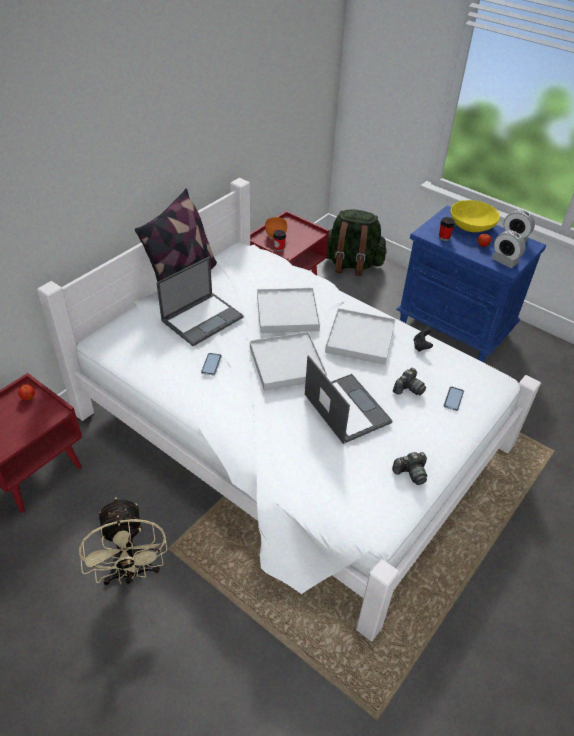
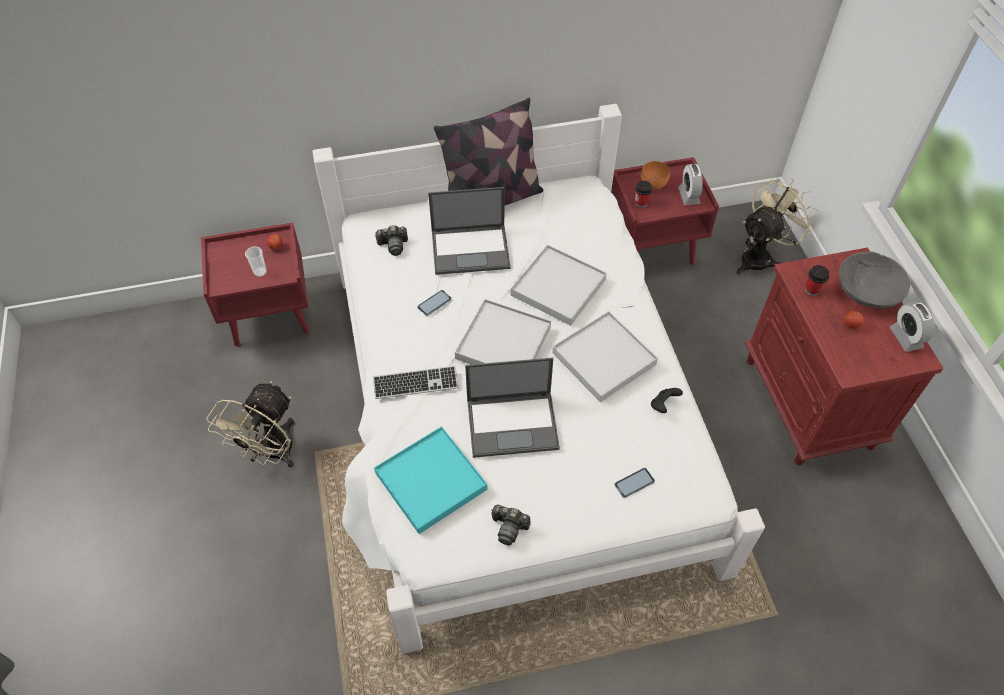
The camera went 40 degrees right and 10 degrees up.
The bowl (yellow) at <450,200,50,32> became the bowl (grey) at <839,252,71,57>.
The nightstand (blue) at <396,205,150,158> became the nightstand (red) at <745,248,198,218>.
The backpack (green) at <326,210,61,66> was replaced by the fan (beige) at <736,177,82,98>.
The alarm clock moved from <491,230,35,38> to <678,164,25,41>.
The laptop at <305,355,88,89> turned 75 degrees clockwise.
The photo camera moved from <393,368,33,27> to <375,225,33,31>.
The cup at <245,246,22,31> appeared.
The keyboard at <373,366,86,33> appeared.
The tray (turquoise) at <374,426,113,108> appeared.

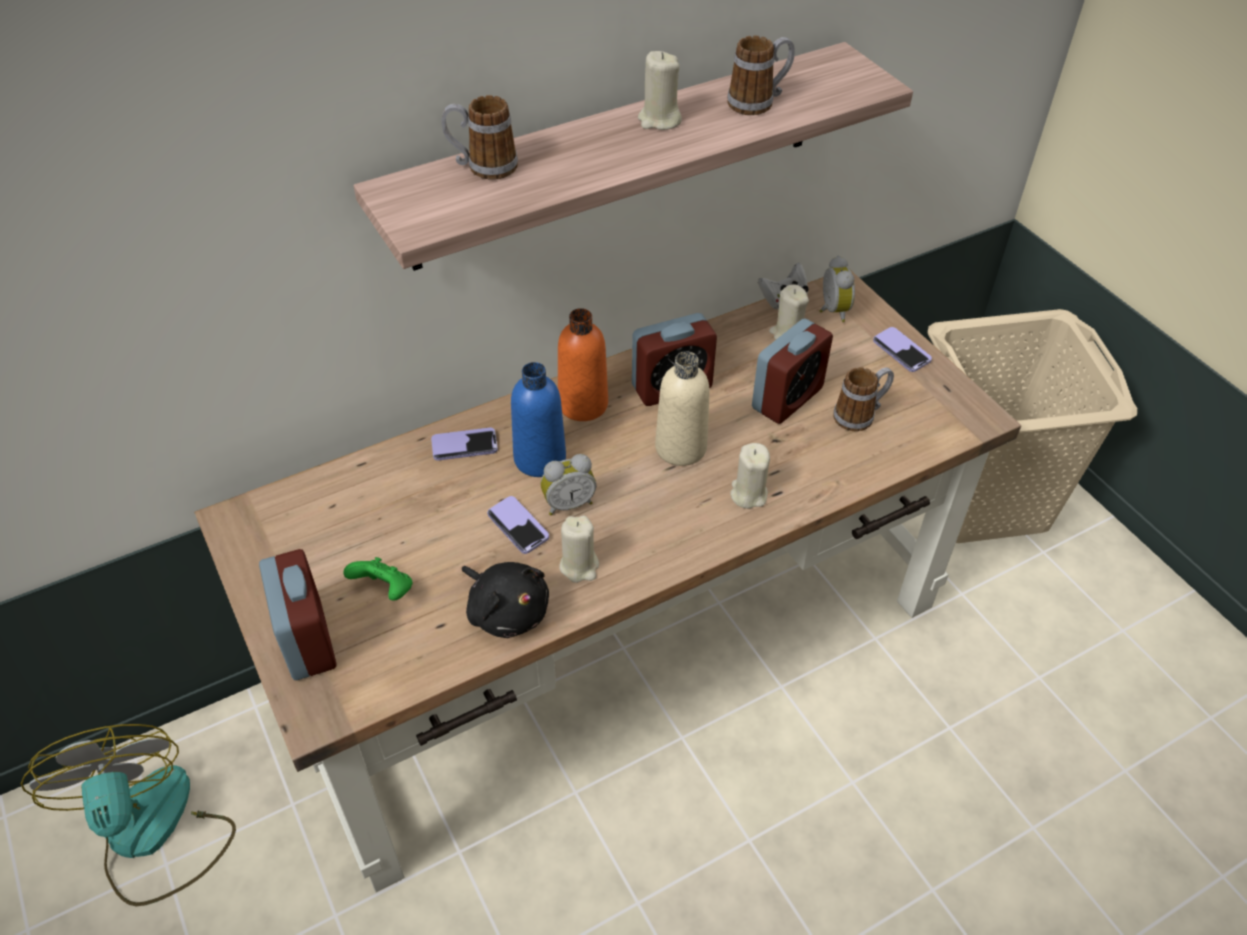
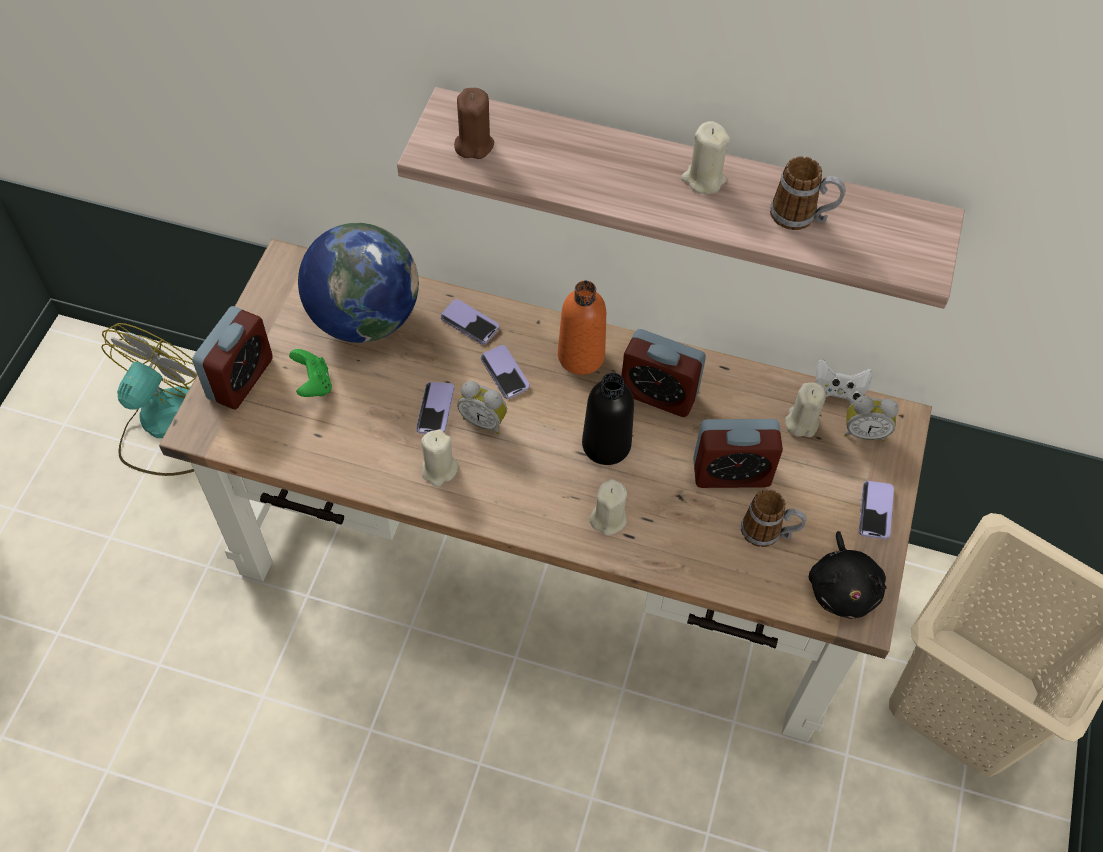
The camera went 45 degrees right and 10 degrees up.
The mug at <441,95,77,85> disappeared.
The alarm clock at <820,256,35,66> turned 60 degrees clockwise.
The bottle (beige) at <655,351,55,115> became the bottle (black) at <582,372,52,93>.
The bottle (blue) at <511,362,55,115> was replaced by the phone at <481,345,49,54>.
The plush toy (black) moved from <462,562,87,76> to <809,531,77,88>.
The candle (brown) at <454,88,40,71> appeared.
The globe at <298,223,121,120> appeared.

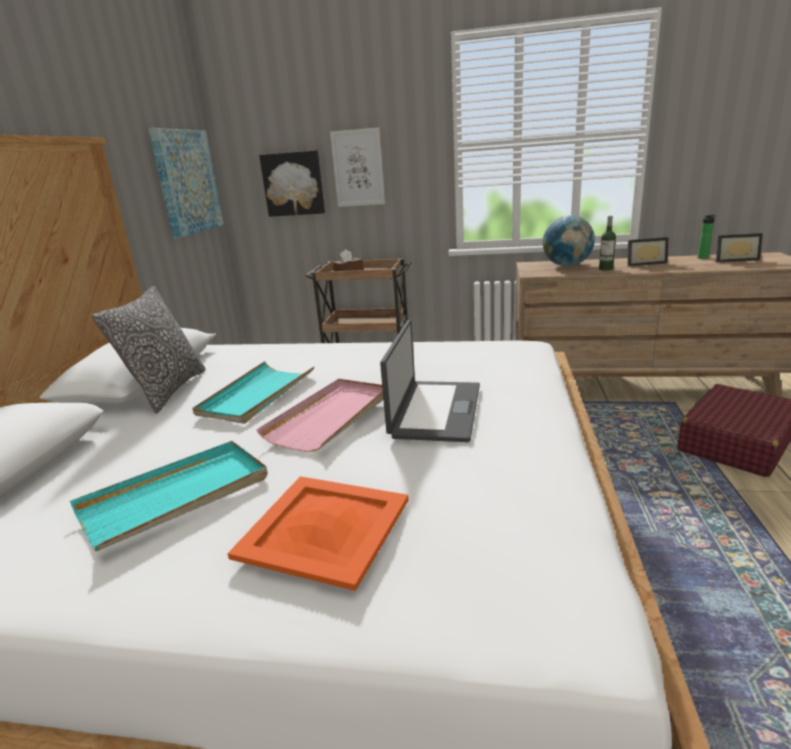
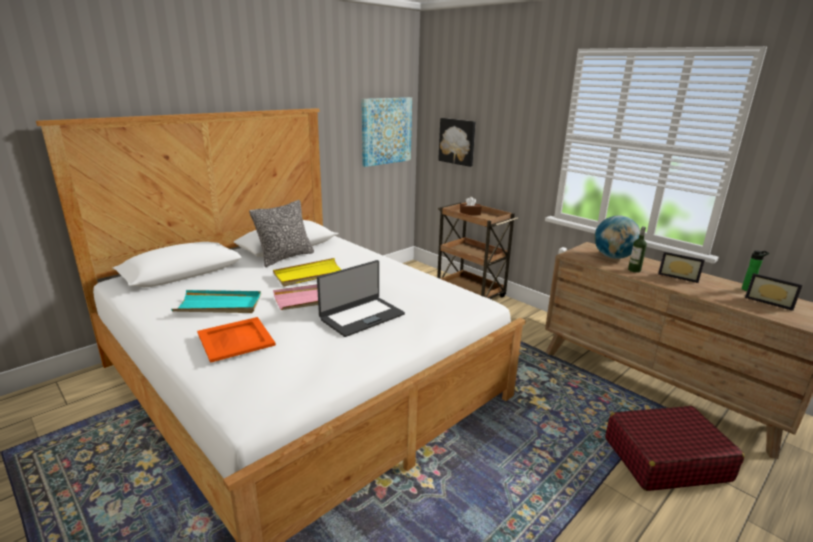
The camera went 35 degrees right and 0 degrees up.
The picture at <330,128,55,79> disappeared.
The tray (turquoise) at <192,361,122,63> became the tray (yellow) at <273,258,68,29>.

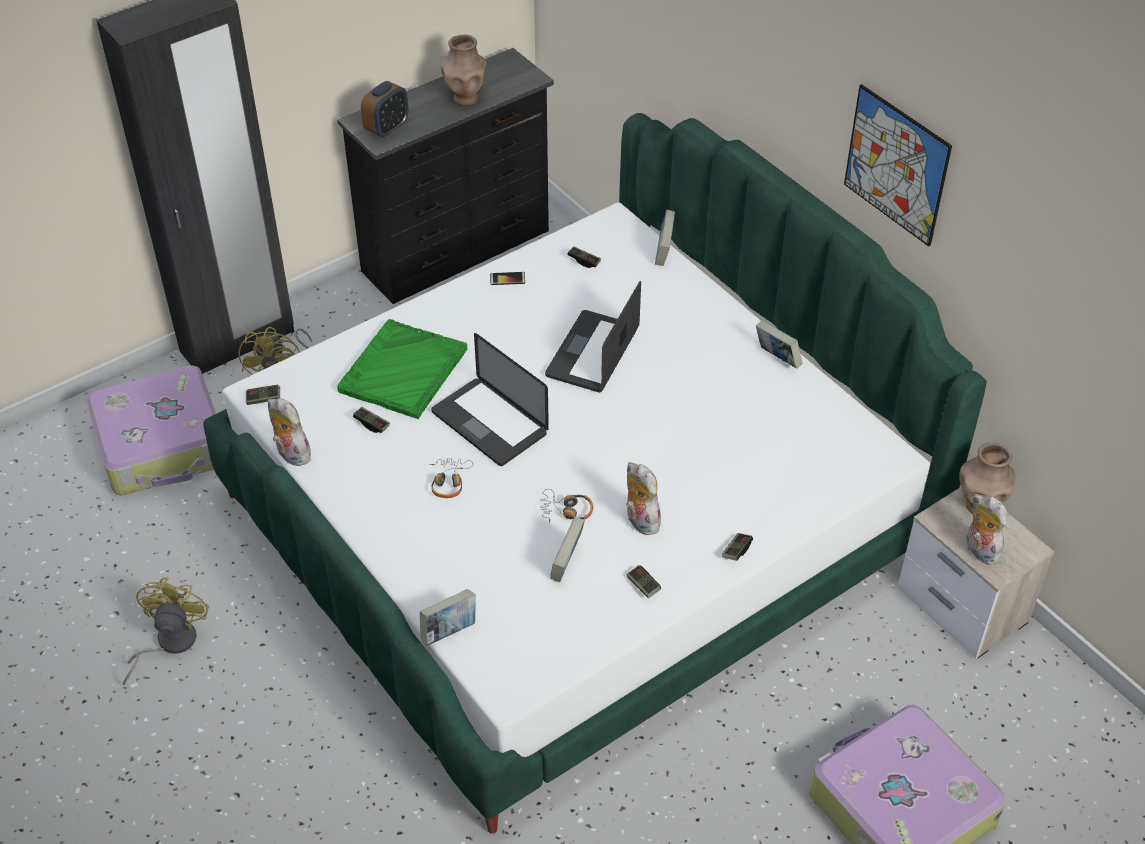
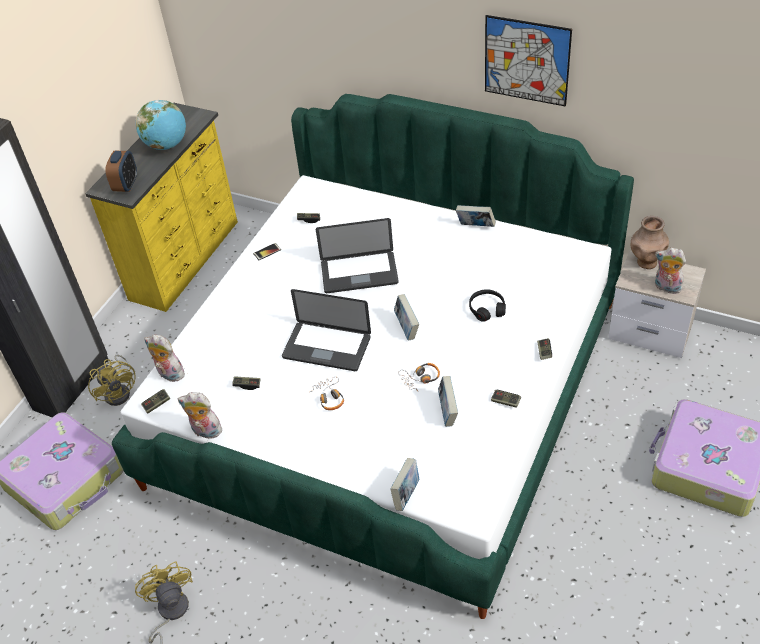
The camera went 25 degrees left and 0 degrees up.
The vase (brown) at <441,34,46,72> was replaced by the globe at <136,100,50,50>.
The dresser (black) at <337,48,217,256> became the dresser (yellow) at <85,103,153,209>.
The book moved from <655,210,20,56> to <394,294,25,46>.
The laptop at <545,281,96,112> turned 90 degrees counterclockwise.
The tray (green) at <337,319,130,100> disappeared.
The plush toy moved from <626,462,35,73> to <144,335,43,47>.
The headphones (black) at <469,289,37,33> appeared.

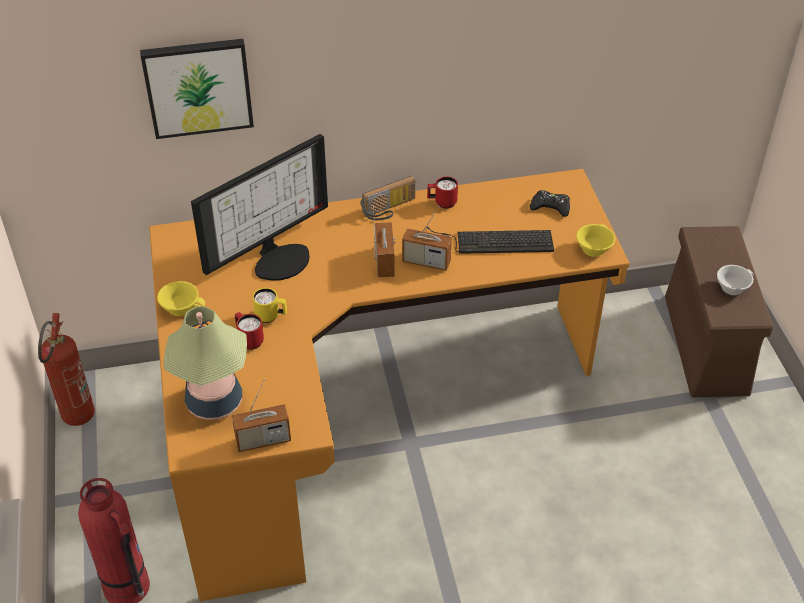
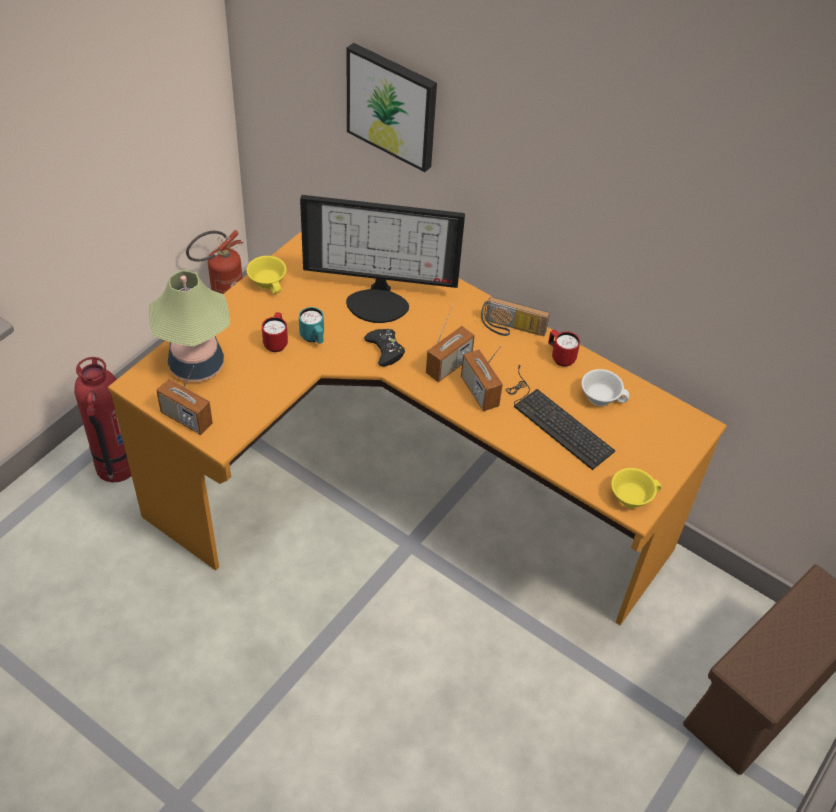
The camera went 45 degrees right and 5 degrees up.
The game controller (black) moved from <530,190,40,27> to <364,329,41,38>.
The cup (white) moved from <717,265,36,30> to <581,369,48,37>.
The mug (yellow) at <252,288,35,35> became the mug (turquoise) at <299,307,25,37>.

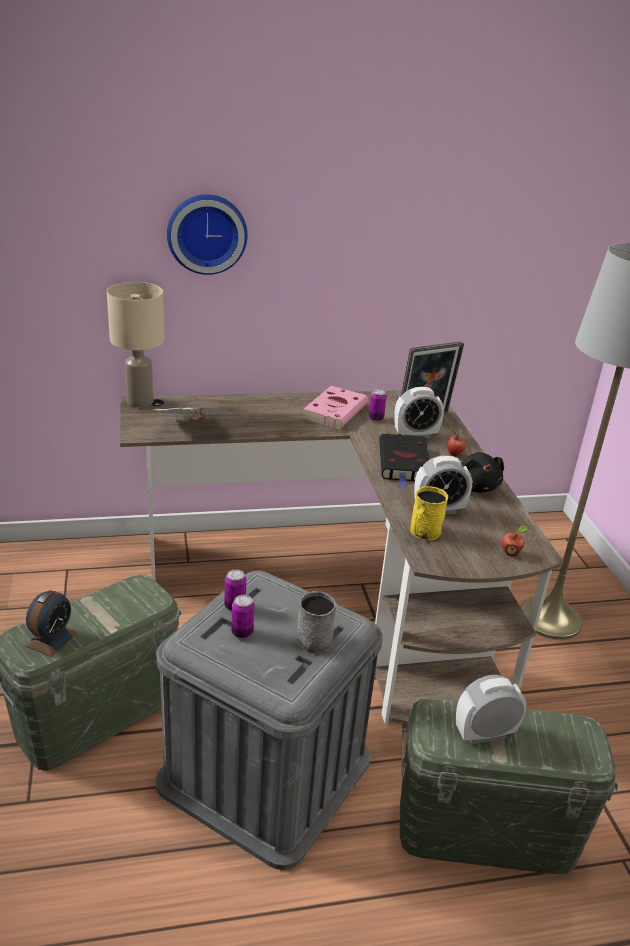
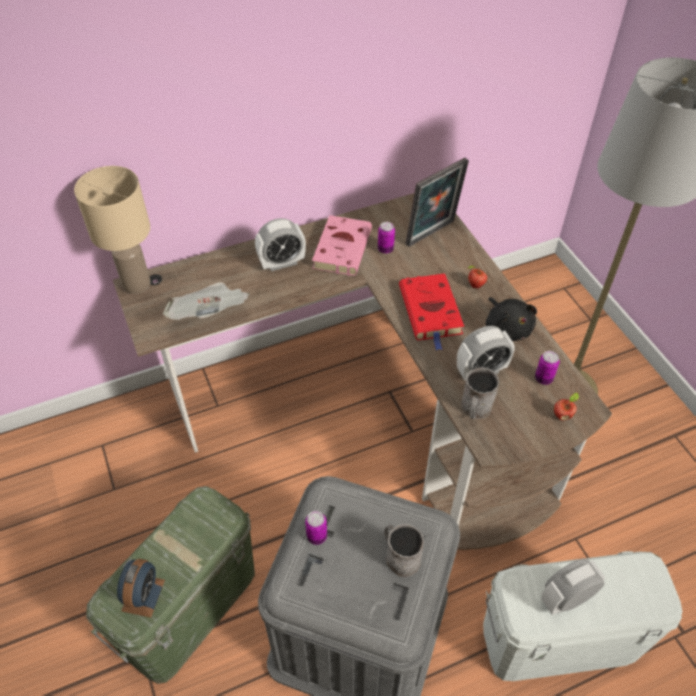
The camera went 10 degrees left and 20 degrees up.
The wall clock at <167,194,80,81> disappeared.
The alarm clock moved from <394,387,50,51> to <255,218,51,53>.
The book (black) at <379,433,50,56> became the book (red) at <399,273,65,78>.
The mug (yellow) at <410,486,38,54> became the mug (grey) at <461,367,38,52>.
The can moved from <231,595,23,43> to <535,351,25,34>.
The storage box (green) at <400,699,218,175> became the storage box (white) at <483,551,200,130>.

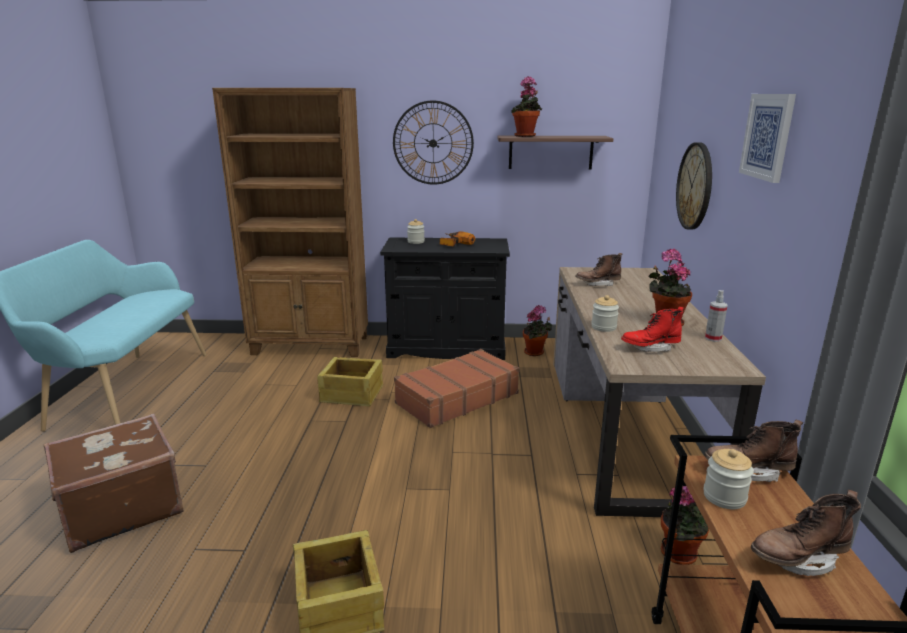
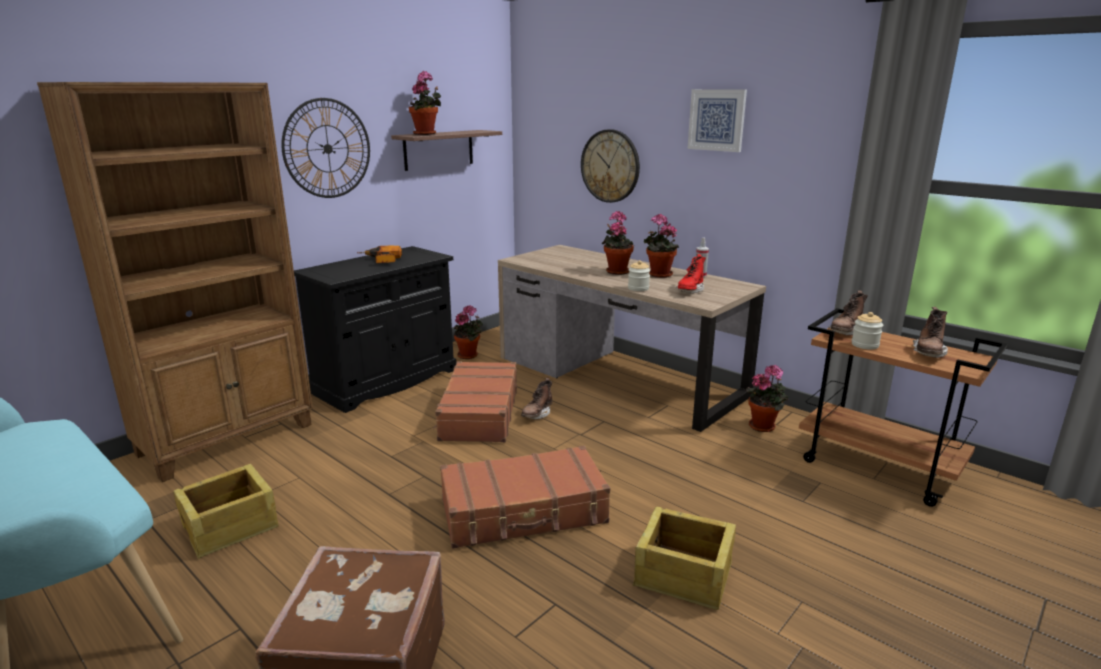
The camera went 50 degrees left and 0 degrees up.
The jar at <407,219,18,25> disappeared.
The boot (brown) moved from <576,253,47,33> to <521,378,31,41>.
The crate moved from <317,357,66,49> to <173,464,106,95>.
The potted plant at <602,211,32,64> appeared.
The suitcase (brown) at <440,446,170,102> appeared.

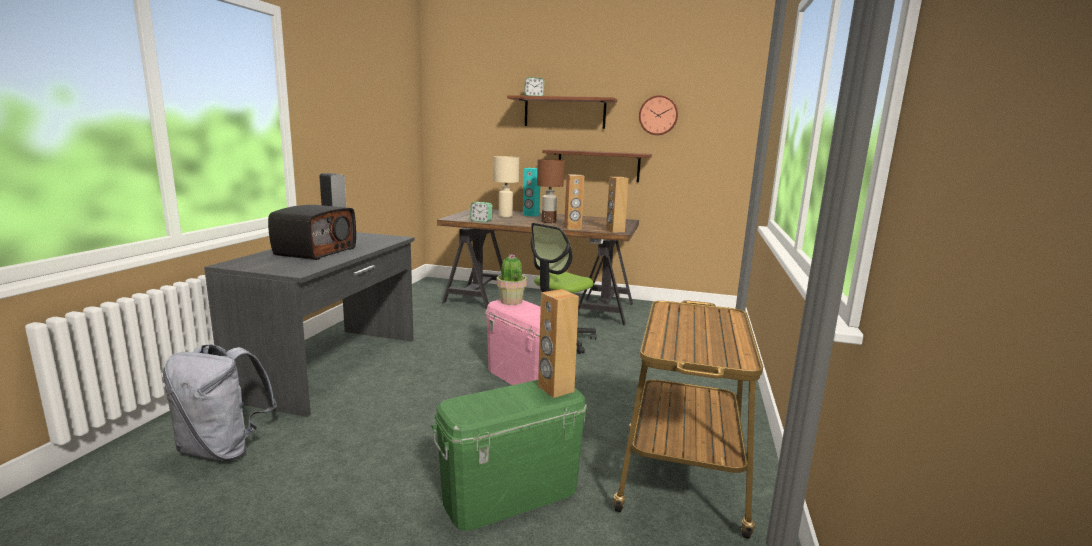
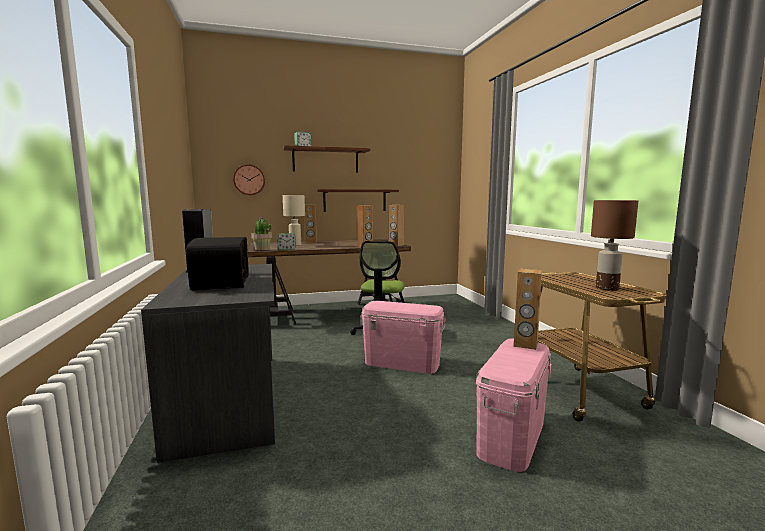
The camera went 30 degrees left and 5 degrees down.
The wall clock moved from <639,95,39,40> to <233,164,32,31>.
The table lamp (brown) moved from <537,159,28,64> to <591,200,47,91>.
The speaker (turquoise) at <523,168,17,49> became the speaker (brown) at <305,204,12,39>.
The potted plant moved from <497,254,30,51> to <251,217,21,33>.
The backpack (grey) at <163,344,114,117> disappeared.
The storage box (green) at <432,380,156,151> became the storage box (pink) at <476,338,76,134>.

